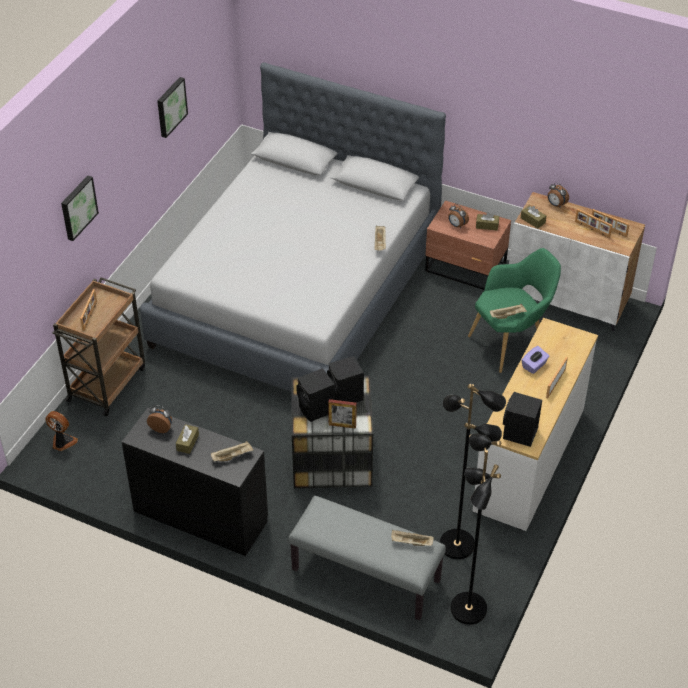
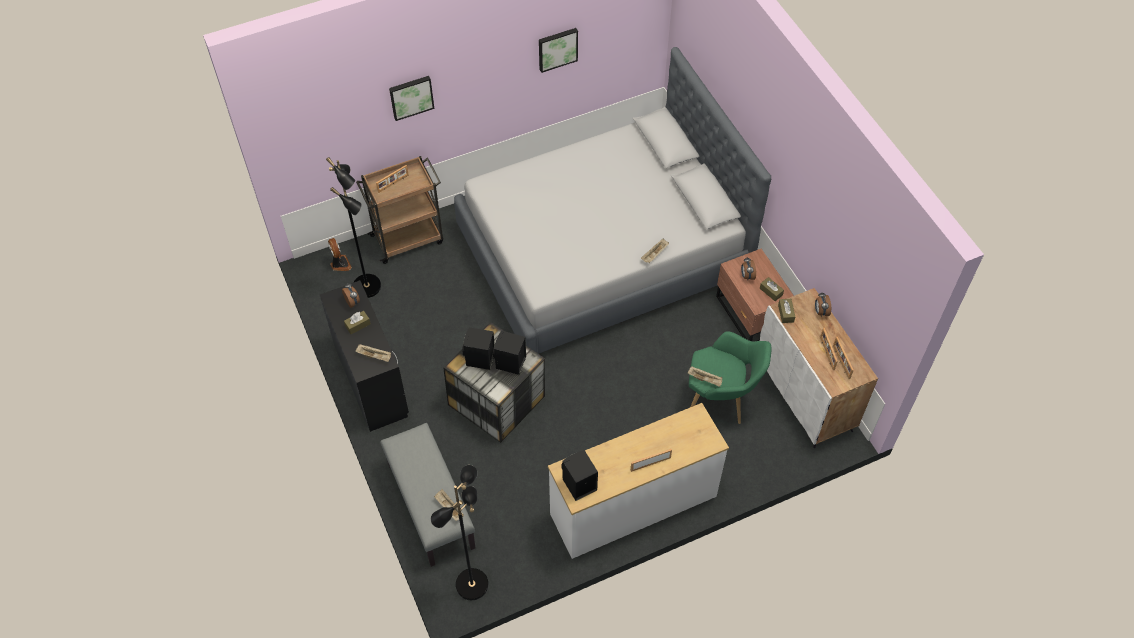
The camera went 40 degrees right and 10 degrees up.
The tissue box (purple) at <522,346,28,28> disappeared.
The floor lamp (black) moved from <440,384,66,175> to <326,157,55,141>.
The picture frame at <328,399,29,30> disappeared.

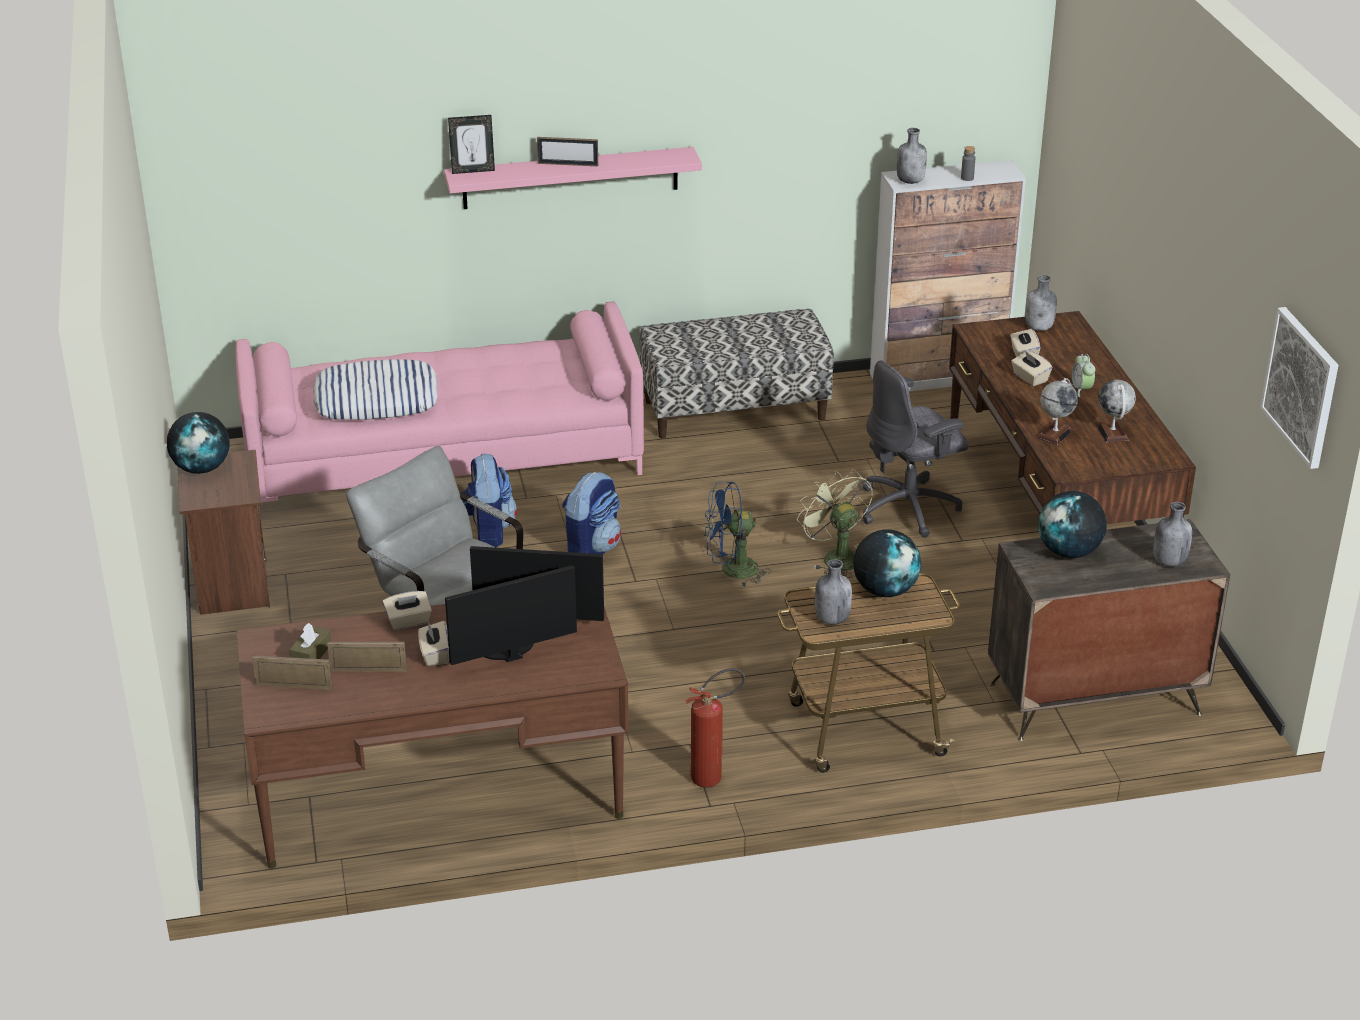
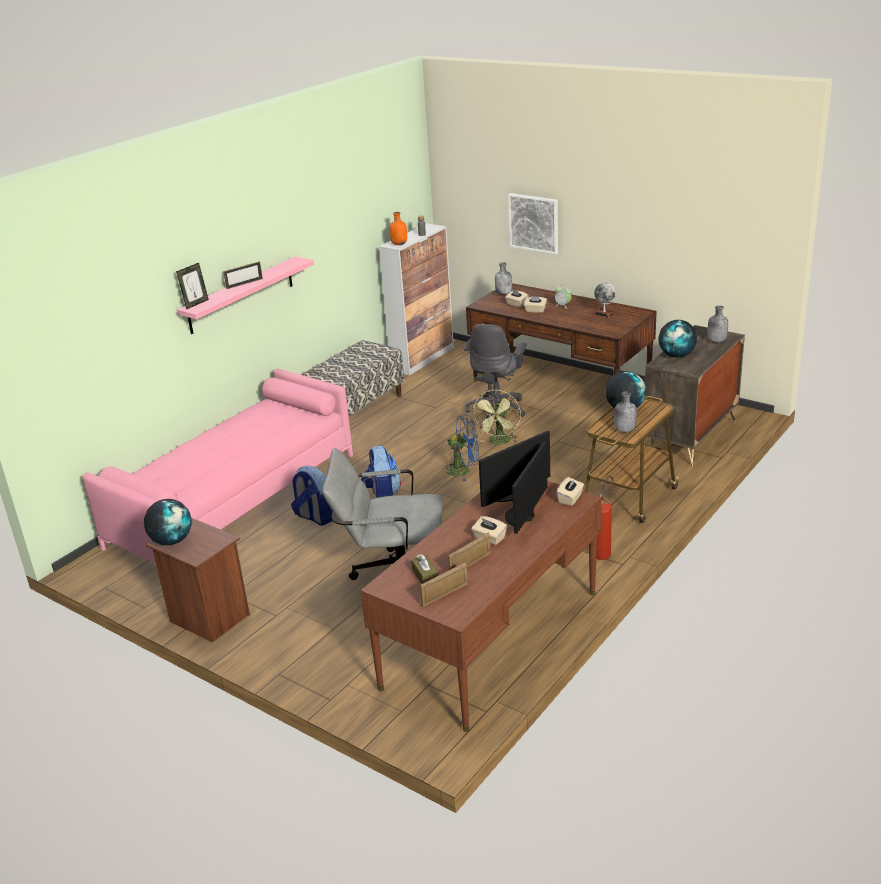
The camera went 40 degrees left and 5 degrees down.
The bottle (grey) at <897,128,30,56> became the bottle (orange) at <390,212,17,33>.
The picture moved from <1260,307,79,162> to <508,193,50,62>.
The pillow at <313,359,125,61> disappeared.
The globe at <1037,378,41,67> disappeared.
The fan (green) at <797,469,76,109> turned 90 degrees counterclockwise.
The fan (blue) at <704,482,67,105> turned 120 degrees counterclockwise.
The tissue box (beige) moved from <382,591,50,39> to <556,477,28,29>.

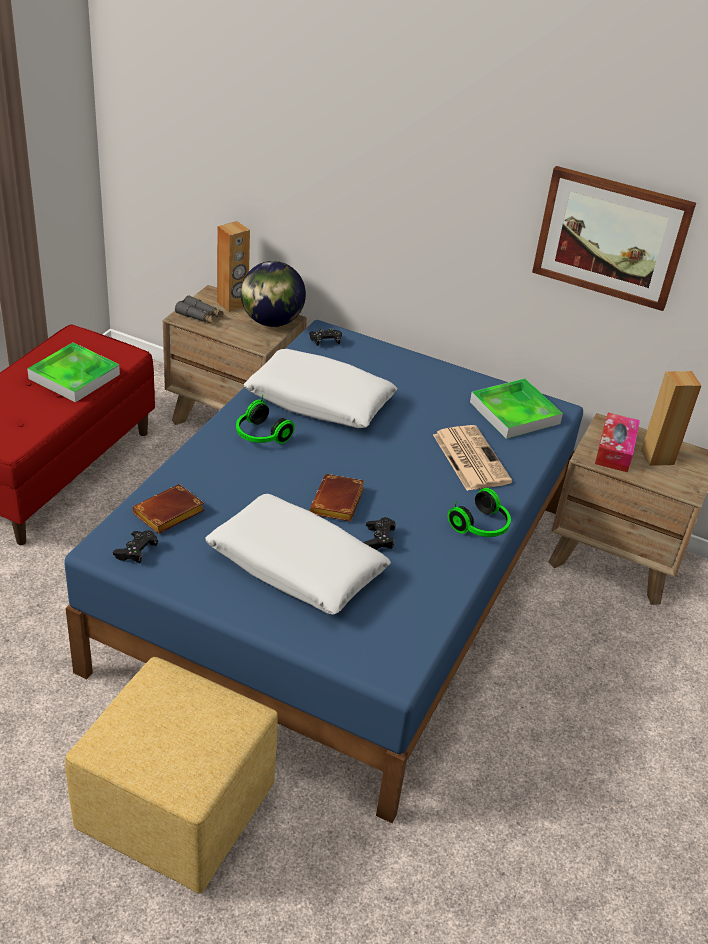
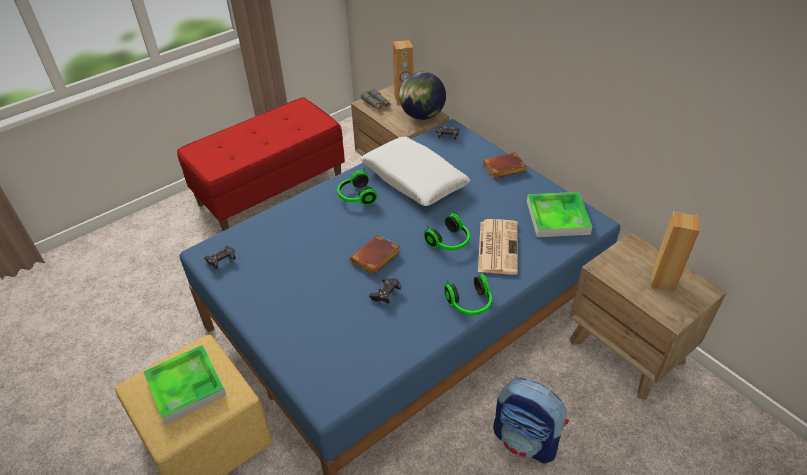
The camera went 30 degrees right and 5 degrees up.
The picture at <532,166,164,145> disappeared.
The tray moved from <27,342,93,61> to <144,345,82,80>.
The tissue box at <595,413,45,59> disappeared.
The book (brown) moved from <133,484,71,50> to <483,152,44,26>.
The pillow (white) at <206,494,185,121> disappeared.
The headphones at <424,213,46,37> appeared.
The backpack at <493,378,76,86> appeared.

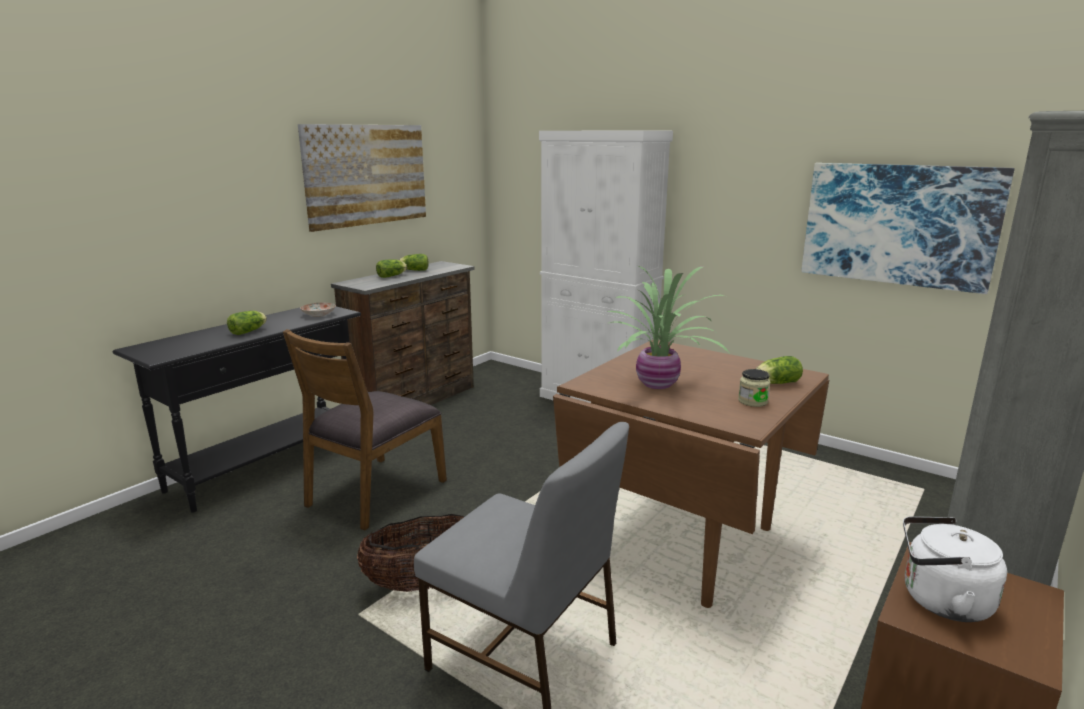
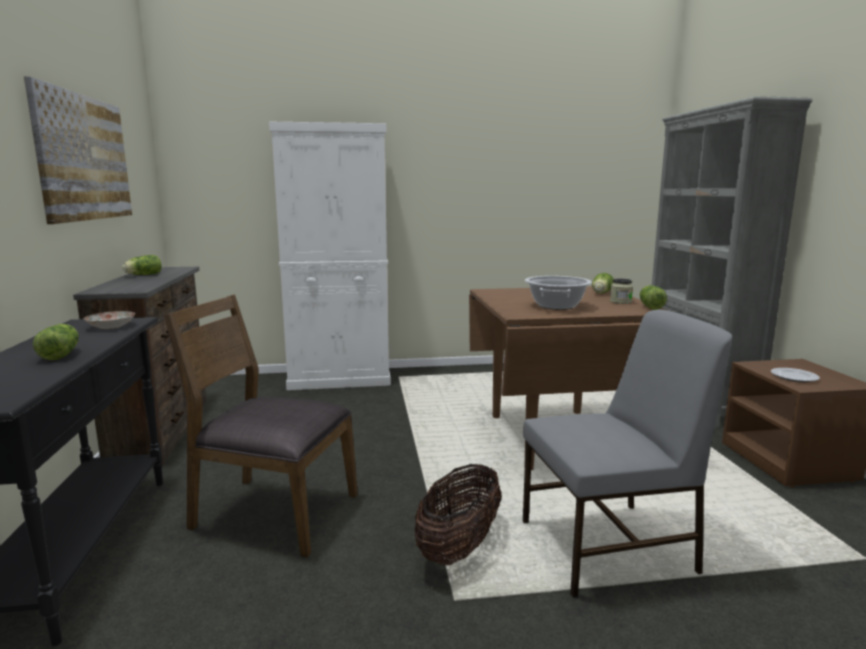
The camera went 45 degrees left and 5 degrees down.
The picture at <801,163,214,131> disappeared.
The lettuce moved from <376,260,31,18> to <640,285,27,25>.
The potted plant at <607,266,122,123> was replaced by the cooking pot at <525,276,67,34>.
The chair (brown) at <283,329,164,202> turned 120 degrees clockwise.
The kettle (white) at <903,517,104,105> was replaced by the plate at <771,368,49,14>.

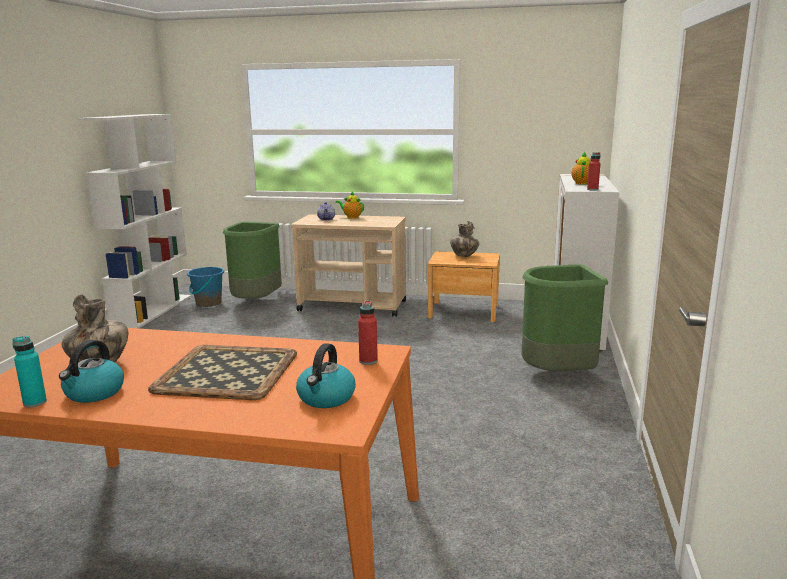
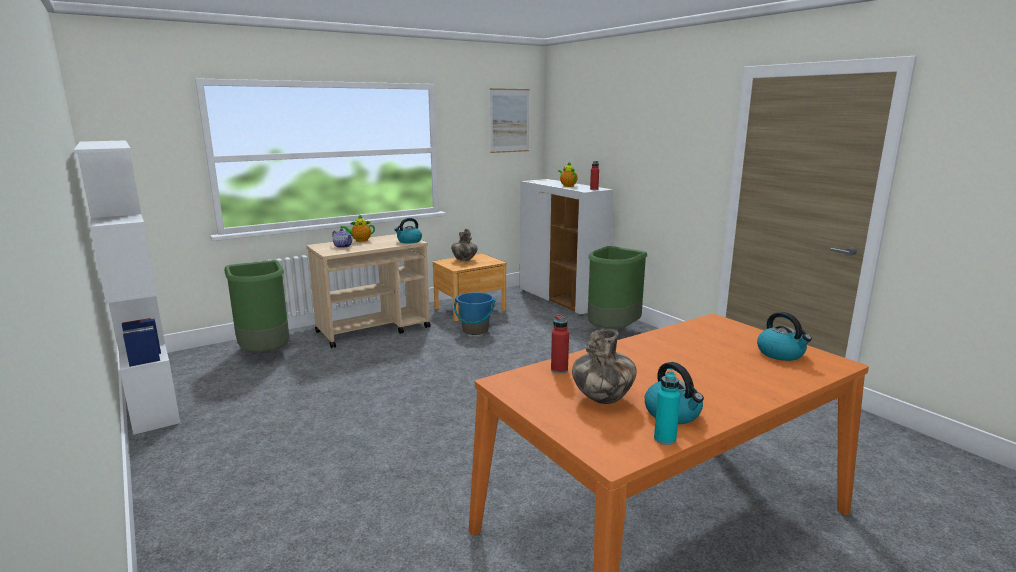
The camera went 45 degrees left and 0 degrees up.
The bucket (blue) moved from <187,267,37,40> to <454,292,41,43>.
The bottle (red) moved from <358,300,20,65> to <551,314,18,60>.
The tray at <148,345,149,55> disappeared.
The picture at <490,88,40,65> appeared.
The kettle at <394,218,28,25> appeared.

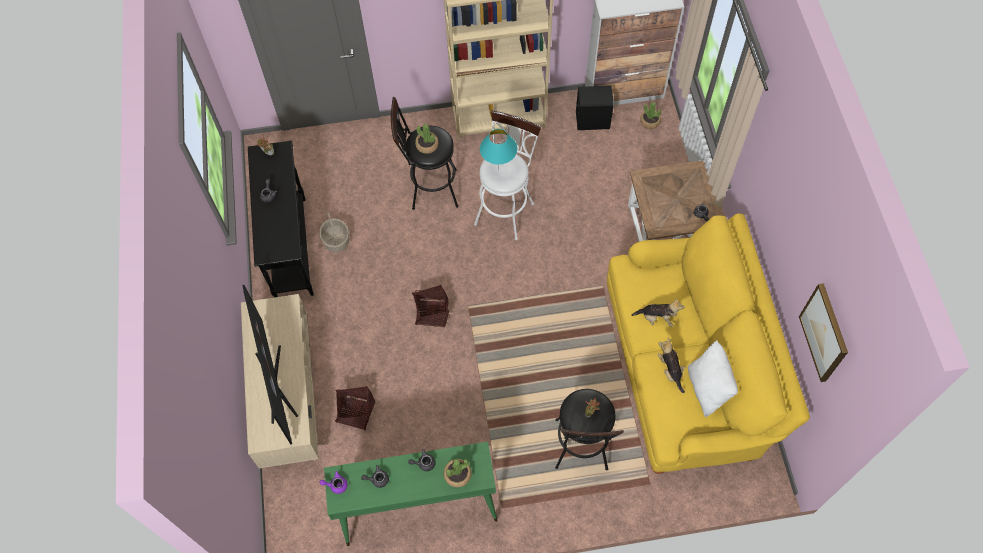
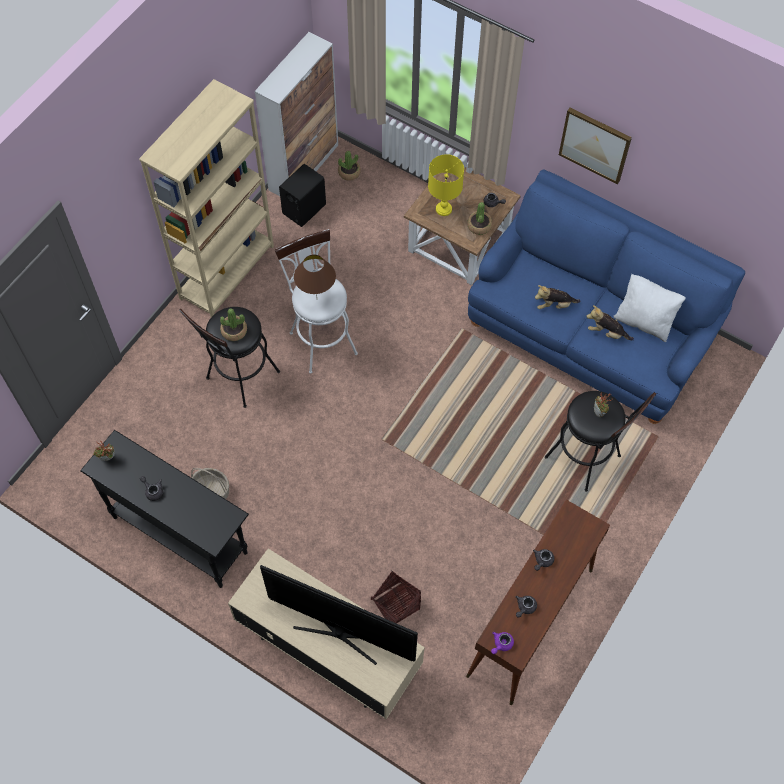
The camera went 50 degrees left and 0 degrees up.
The table lamp (turquoise) at <480,129,37,36> became the table lamp (brown) at <294,254,42,43>.
The sofa (yellow) at <607,213,203,261> became the sofa (blue) at <468,169,277,255>.
The picture moved from <799,283,49,99> to <559,108,73,76>.
The basket at <412,285,37,42> disappeared.
The plush toy at <631,298,53,29> turned 150 degrees counterclockwise.
The console table (green) at <324,442,174,104> became the console table (brown) at <466,500,144,205>.
The potted plant moved from <444,459,28,28> to <467,202,25,33>.
The table lamp (yellow) at <428,154,36,62> appeared.

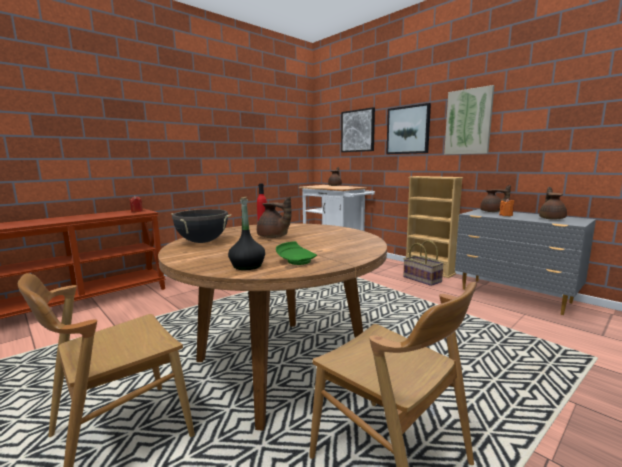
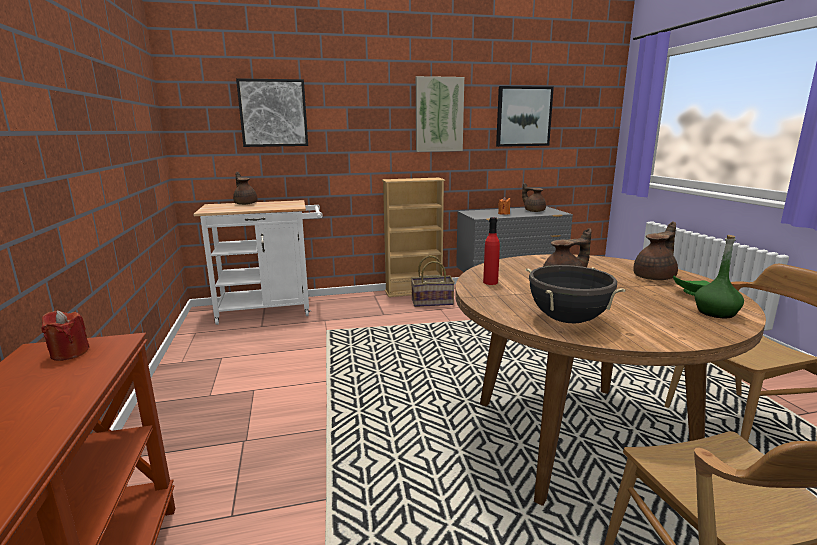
The camera went 60 degrees left and 5 degrees up.
The picture moved from <386,103,45,51> to <496,86,58,61>.
The teapot (brown) moved from <480,185,31,27> to <633,221,45,59>.
The bottle (black) at <228,197,37,73> became the bottle (green) at <695,235,49,83>.

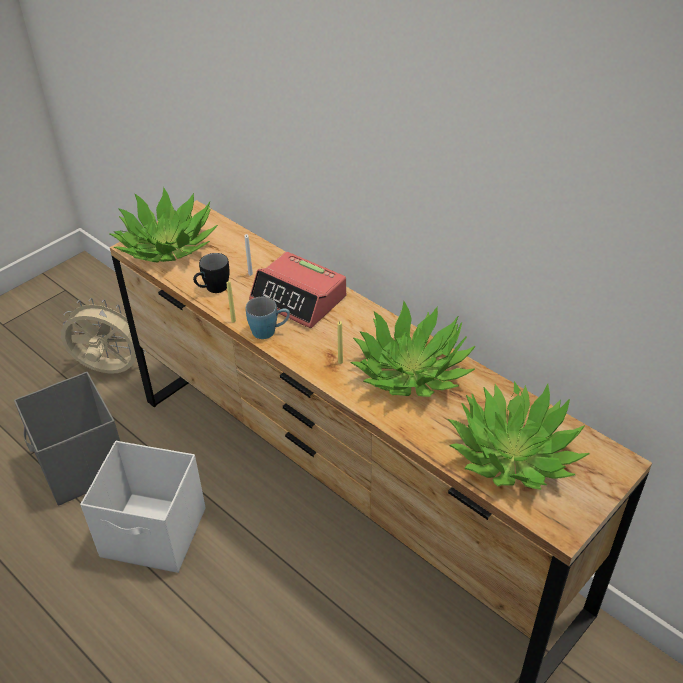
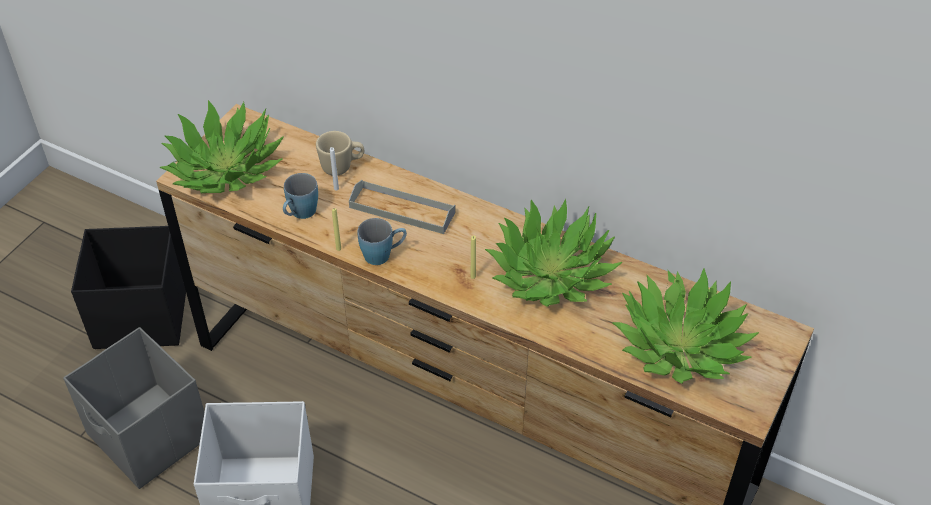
The camera went 15 degrees left and 5 degrees up.
The alarm clock at <249,252,97,76> was replaced by the tray (grey) at <349,180,106,54>.
The mug (black) at <193,253,37,40> became the mug (blue) at <283,173,35,46>.
The fan (beige) at <61,298,85,76> was replaced by the storage box (black) at <71,226,115,123>.
The mug (beige) at <316,131,48,45> appeared.

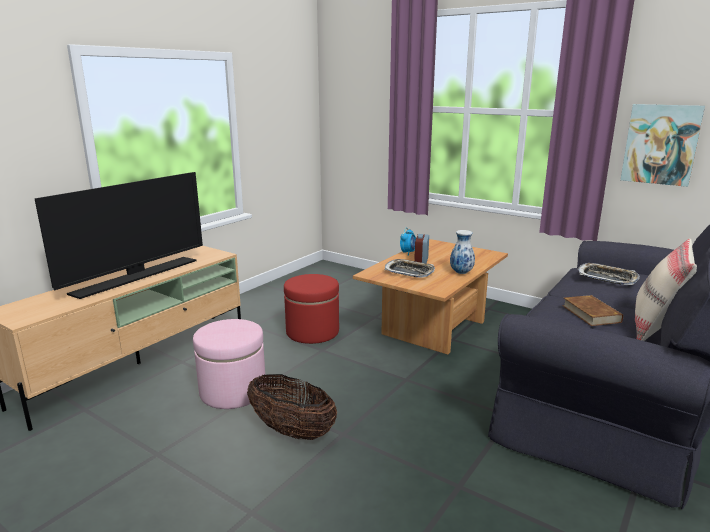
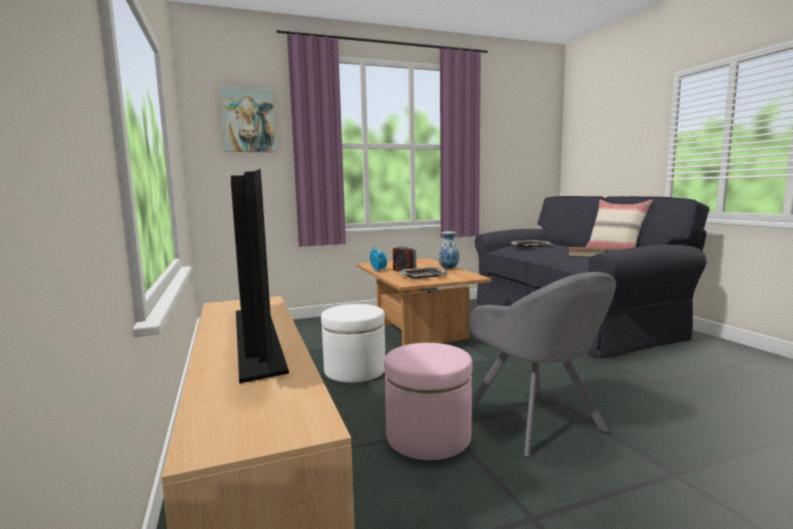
The camera went 55 degrees left and 10 degrees down.
The picture moved from <620,104,85,83> to <220,86,56,66>.
The ottoman (red) at <284,274,55,70> became the ottoman (white) at <321,304,64,79>.
The basket at <247,374,90,66> was replaced by the armchair (grey) at <470,272,146,186>.

